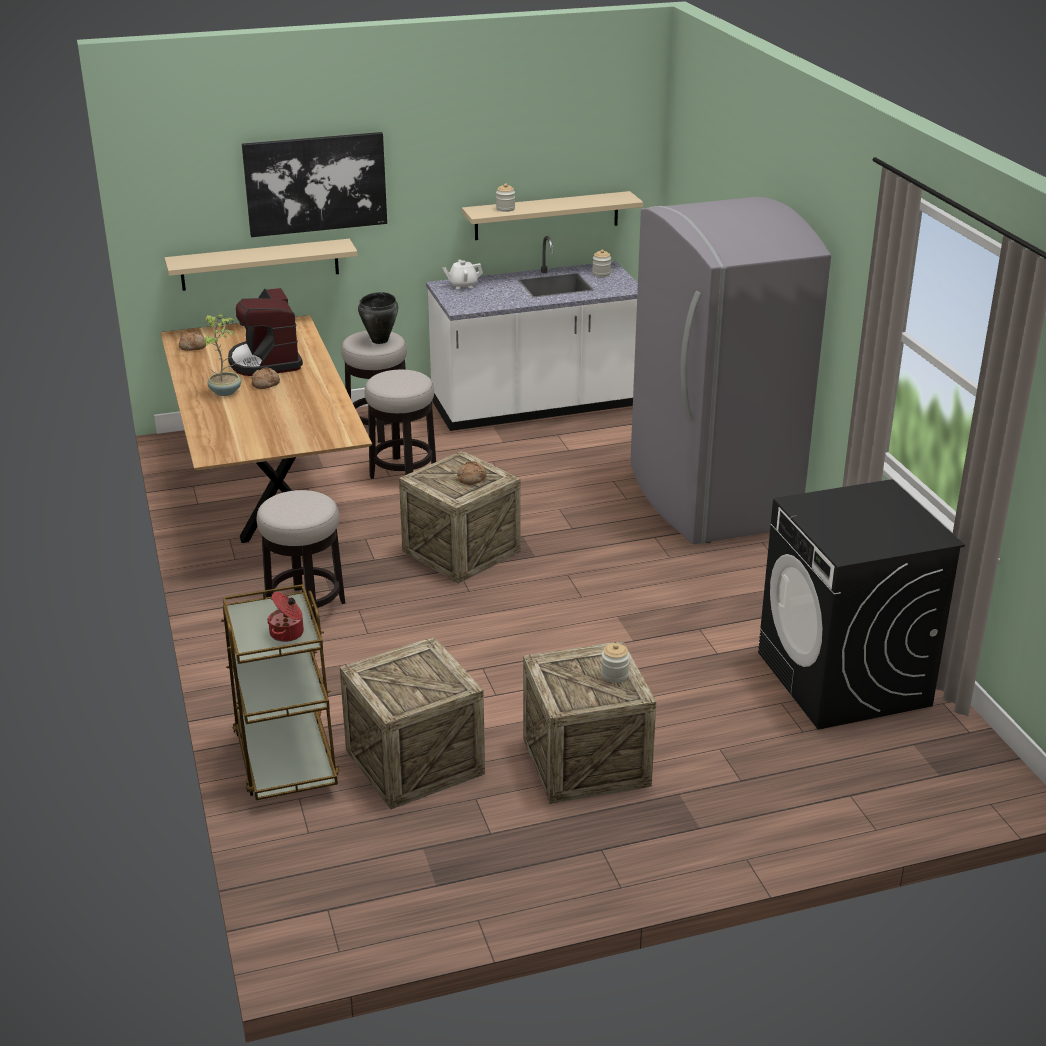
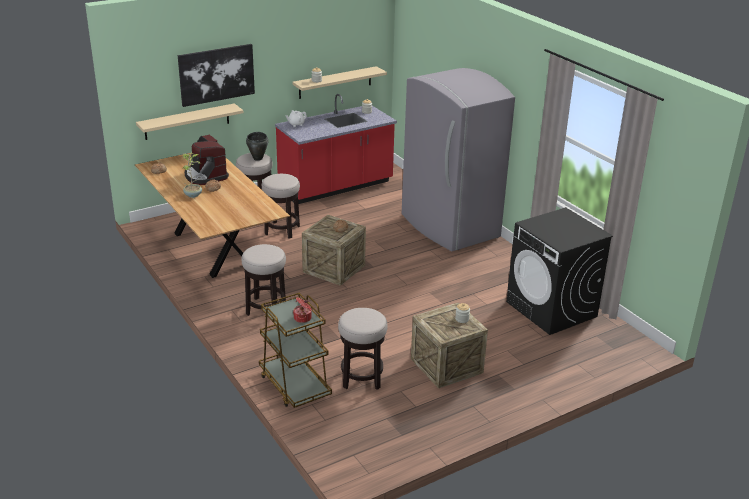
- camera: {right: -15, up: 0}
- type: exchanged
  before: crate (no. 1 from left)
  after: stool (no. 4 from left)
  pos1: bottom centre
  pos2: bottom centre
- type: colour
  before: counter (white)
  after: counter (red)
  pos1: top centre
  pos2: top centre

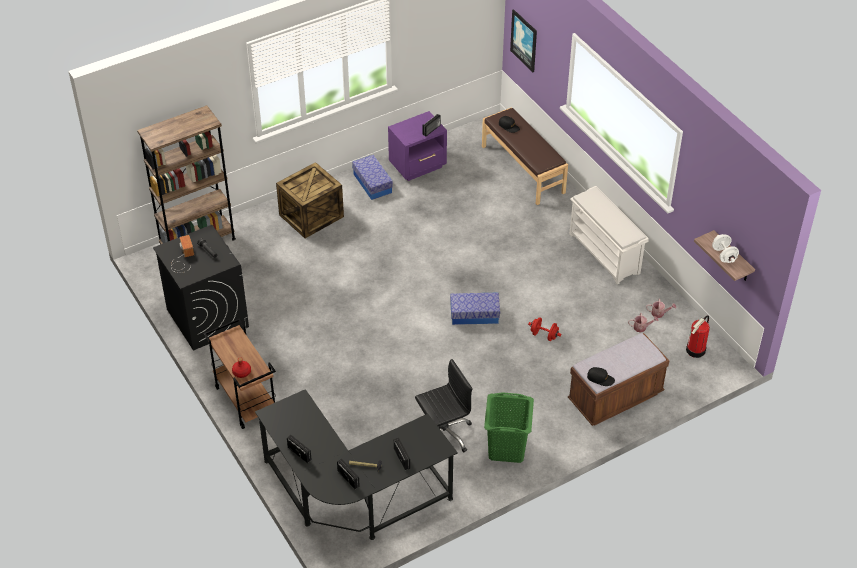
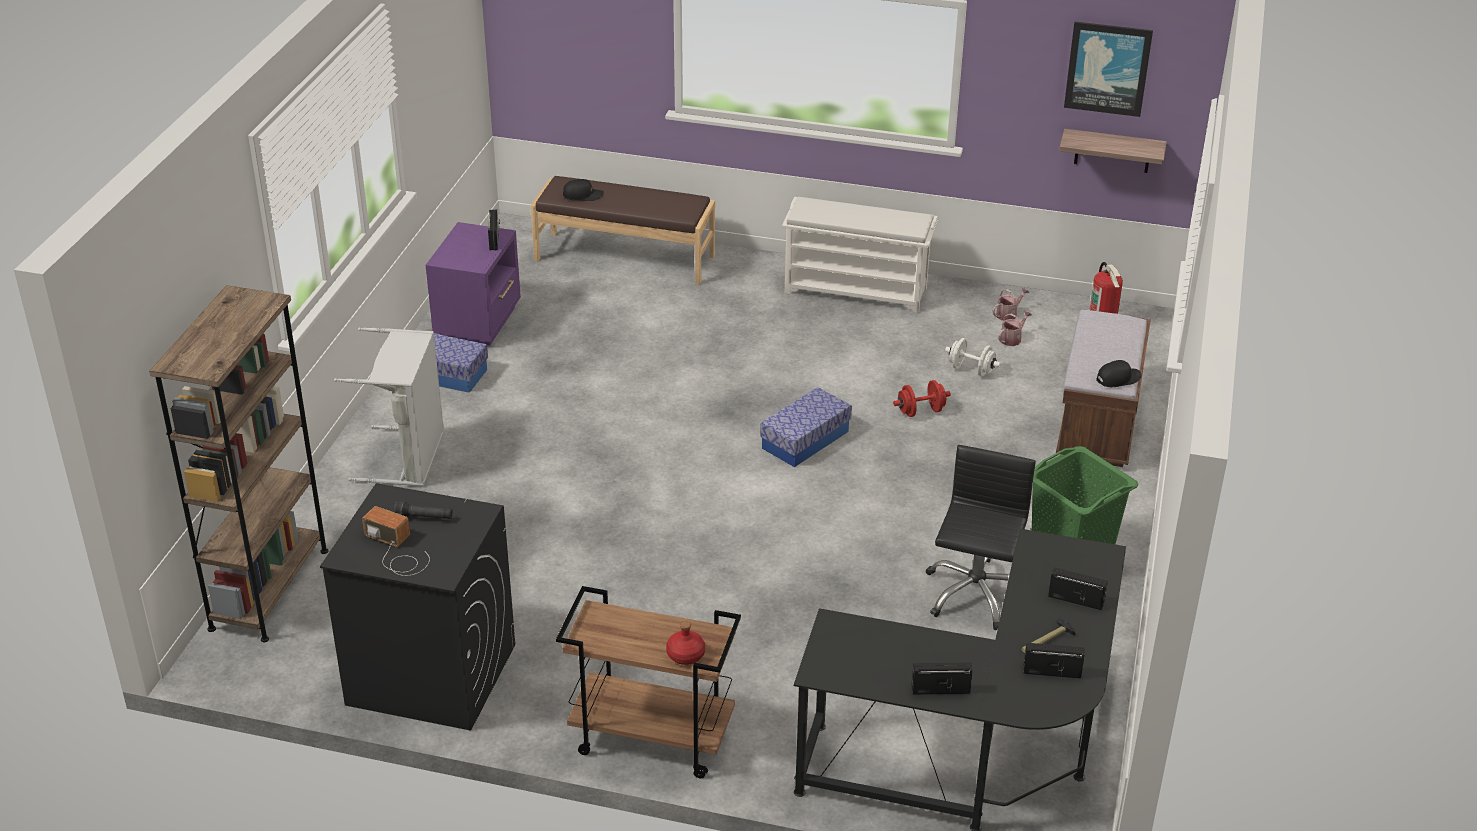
- camera: {right: -45, up: -10}
- type: relocated
  before: picture
  pos1: top centre
  pos2: top right
- type: relocated
  before: dumbbell (white)
  pos1: middle right
  pos2: centre
- type: exchanged
  before: crate
  after: laundry basket (grey)
  pos1: centre
  pos2: middle left

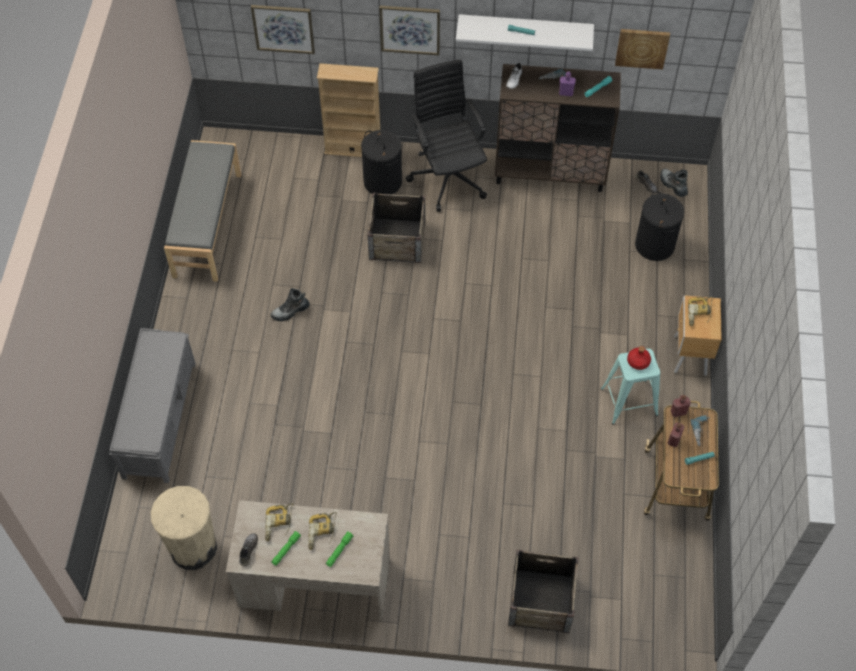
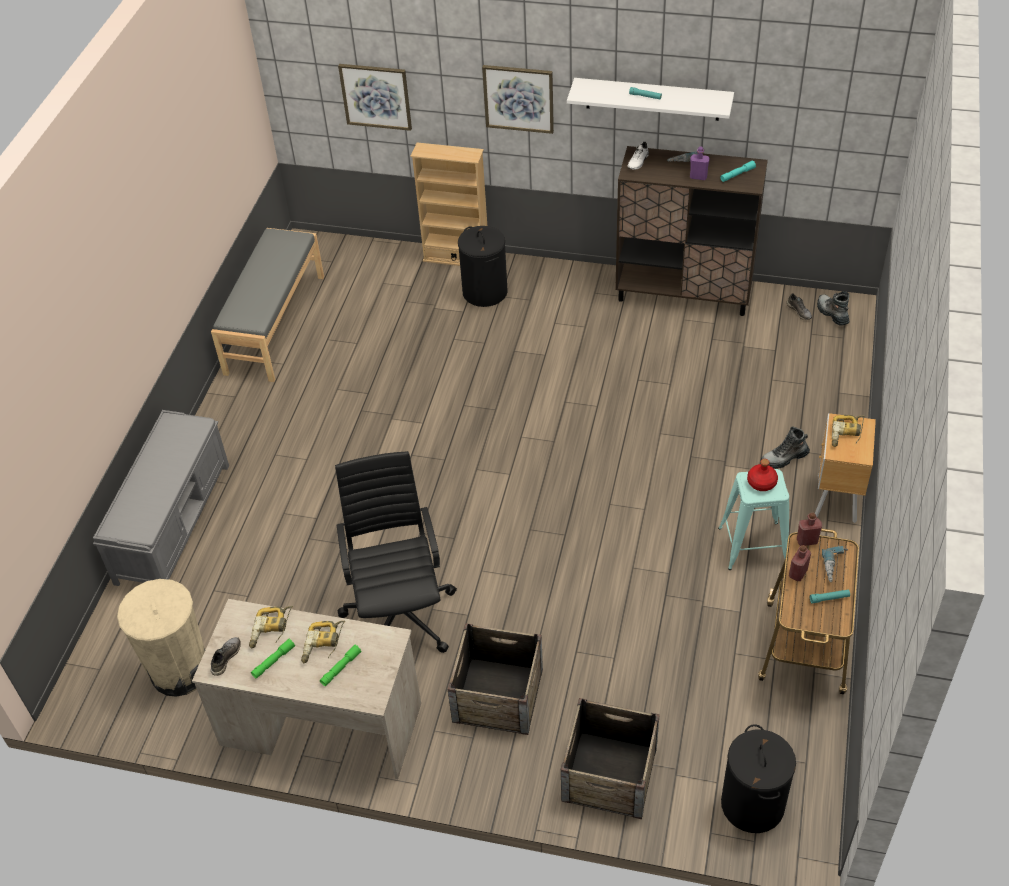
- camera: {right: 10, up: -10}
- type: missing
  before: picture (no. 3 from left)
  pos1: top right
- type: relocated
  before: boot (no. 1 from left)
  pos1: centre
  pos2: middle right
- type: relocated
  before: crate (no. 1 from left)
  pos1: centre
  pos2: bottom centre
- type: relocated
  before: office chair (black)
  pos1: top centre
  pos2: centre
- type: relocated
  before: laundry basket (black) (no. 2 from left)
  pos1: middle right
  pos2: bottom right

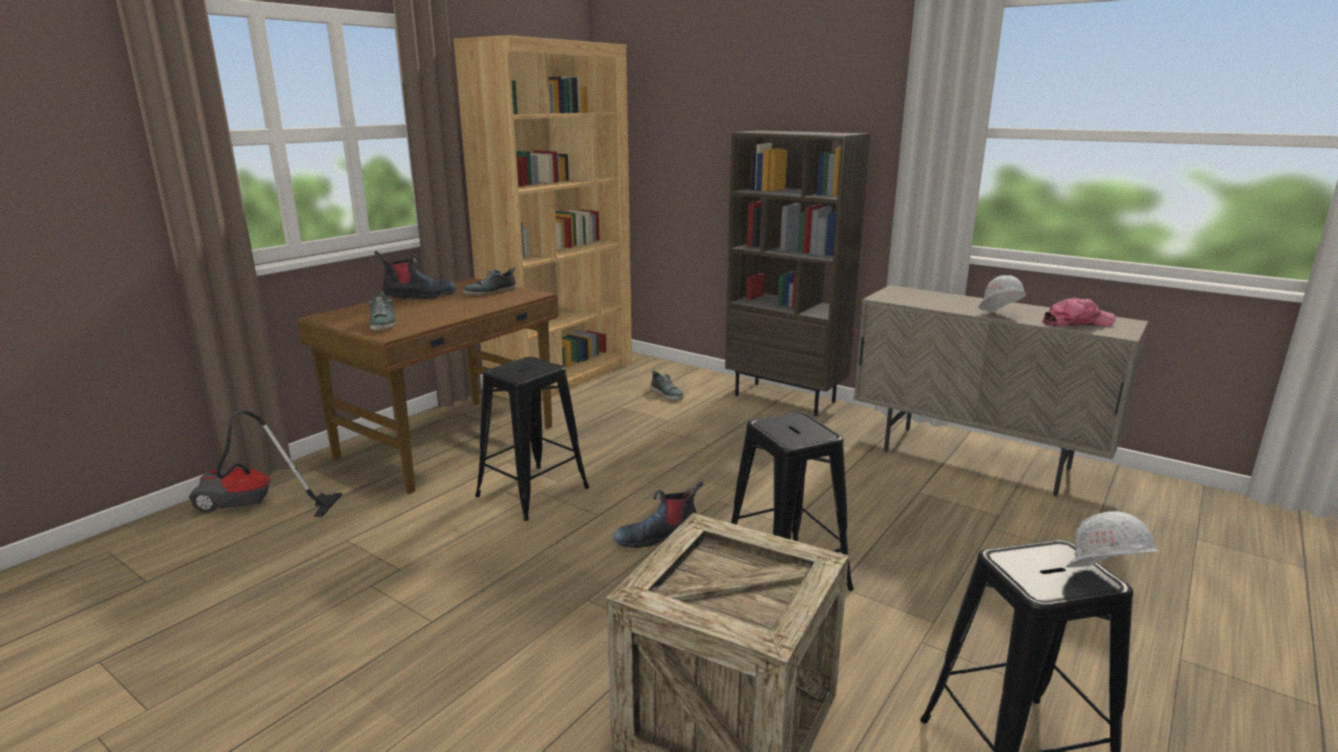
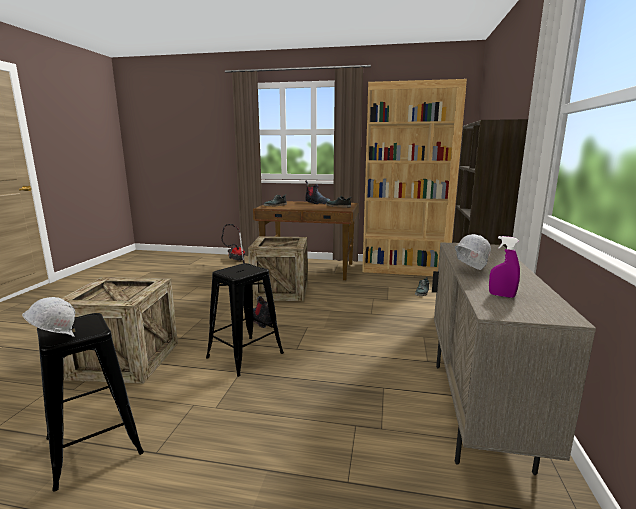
- camera: {right: 65, up: -5}
- type: exchanged
  before: stool (black) (no. 1 from left)
  after: crate (no. 2 from left)
  pos1: centre
  pos2: centre
- type: exchanged
  before: cap
  after: spray bottle (purple)
  pos1: middle right
  pos2: middle right

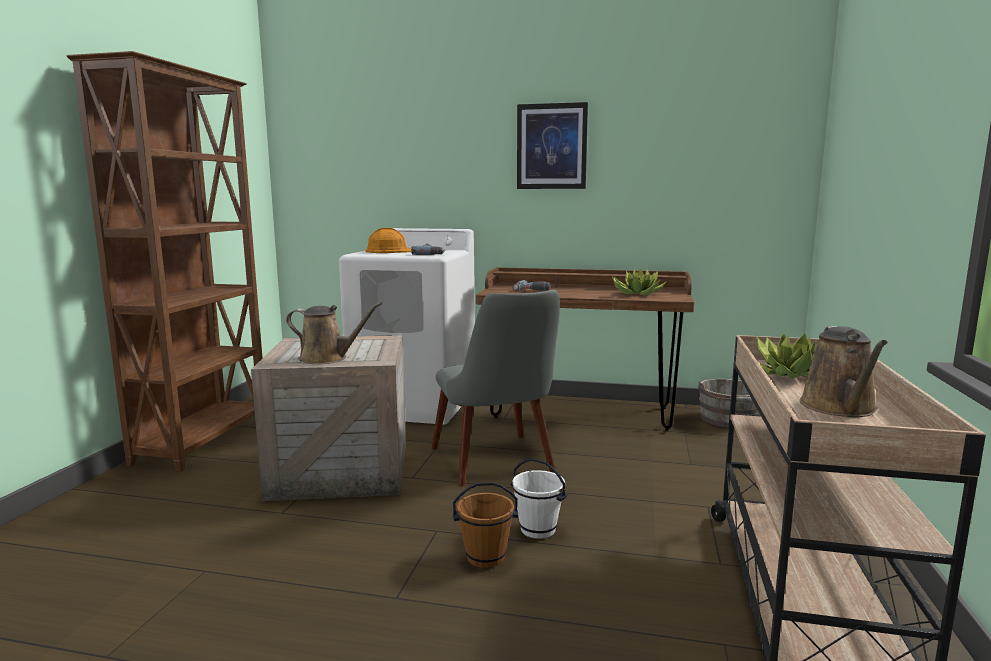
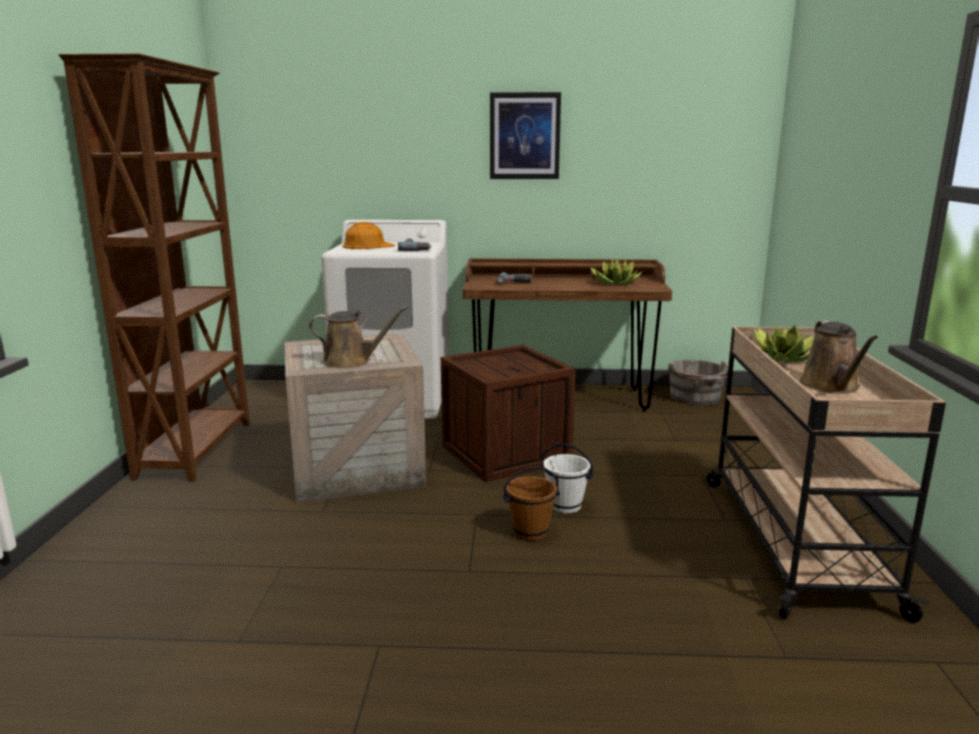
- camera: {right: -10, up: 5}
- type: exchanged
  before: chair (grey)
  after: crate (no. 2 from left)
  pos1: centre
  pos2: centre

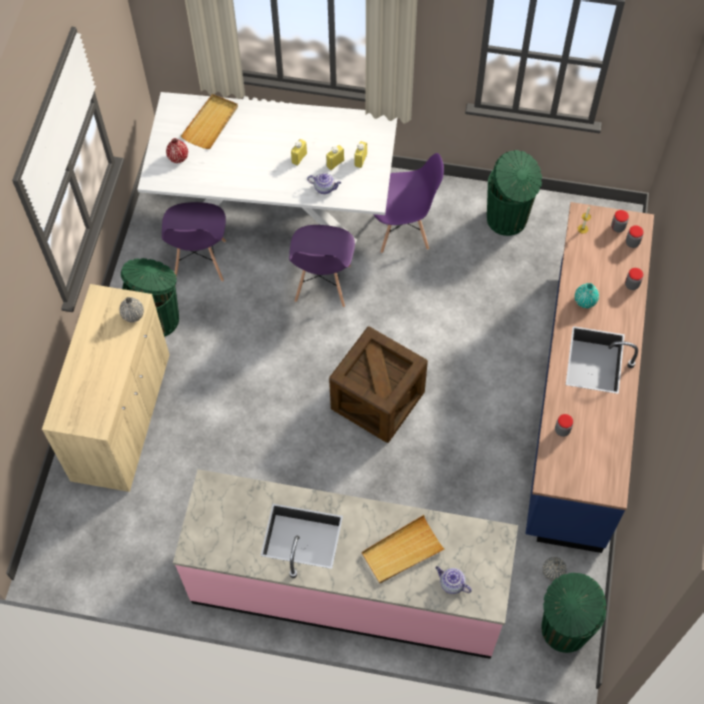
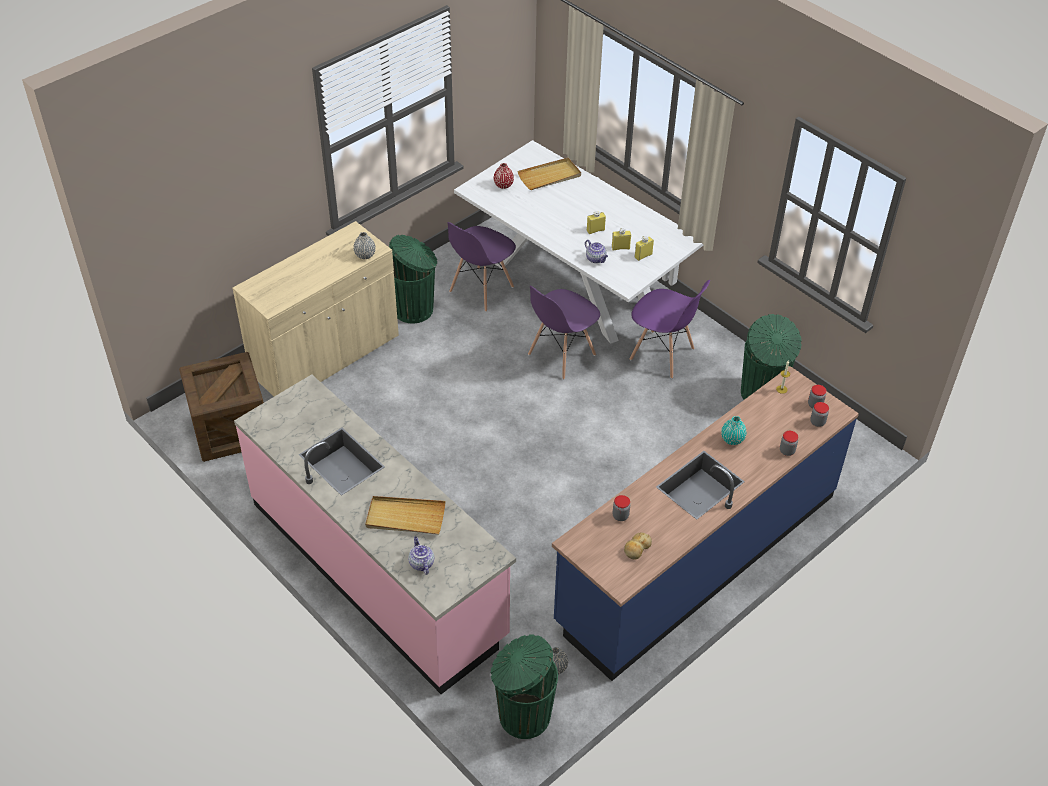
- camera: {right: 35, up: -15}
- type: appeared
  after: bread
  pos2: bottom centre
- type: relocated
  before: crate
  pos1: centre
  pos2: middle left

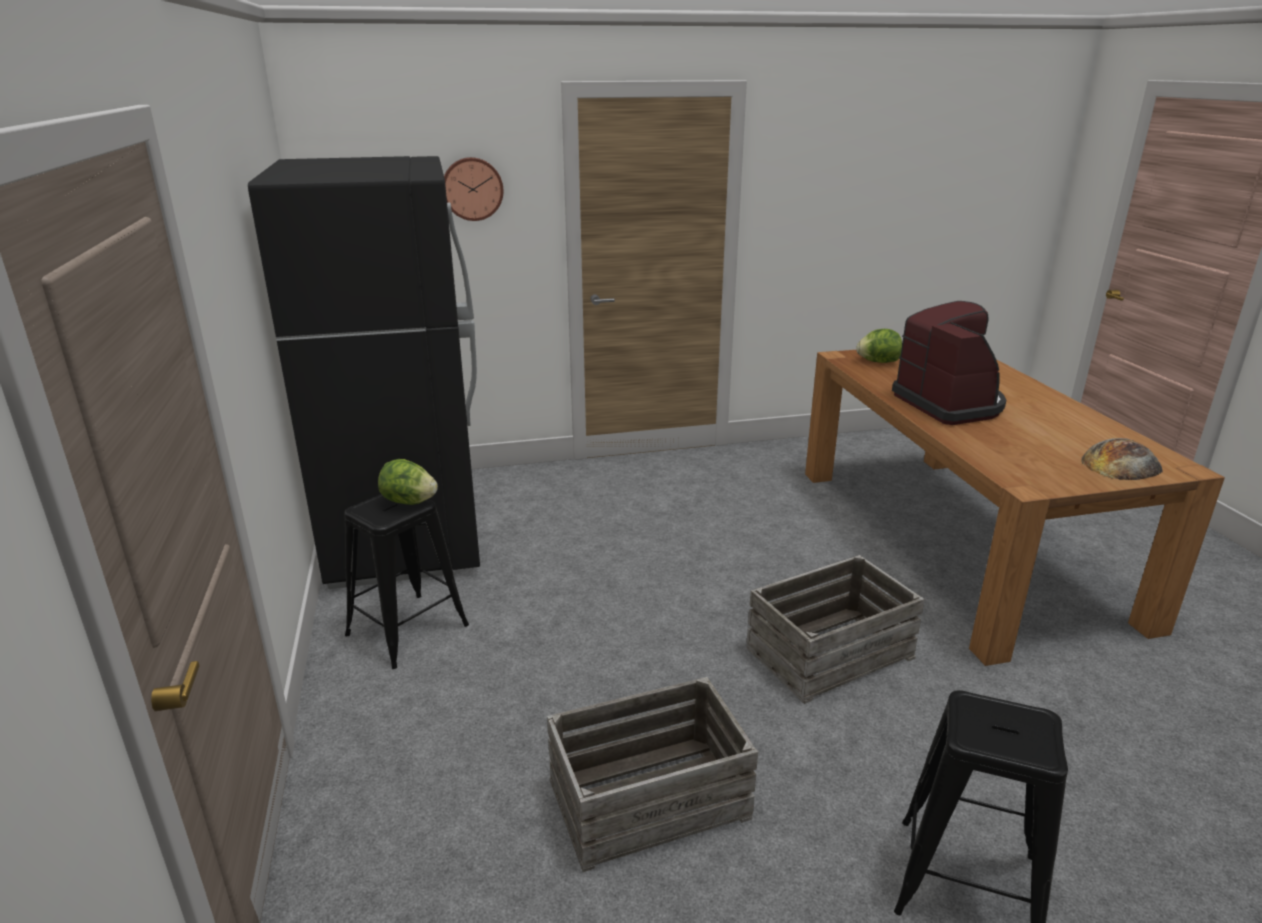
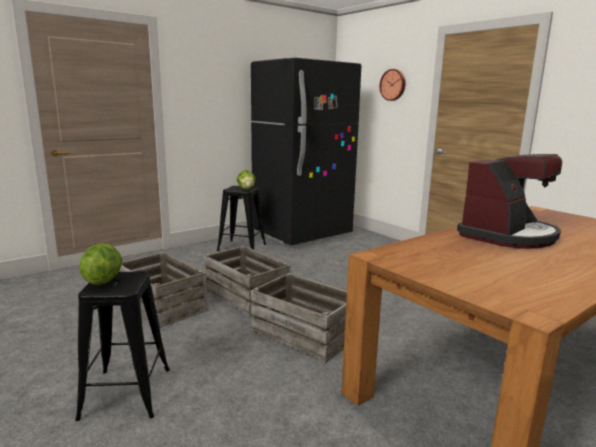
- camera: {right: 65, up: -10}
- type: missing
  before: bread
  pos1: middle right
- type: appeared
  after: crate (no. 2 from left)
  pos2: centre
- type: relocated
  before: lettuce (no. 2 from left in the first image)
  after: lettuce (no. 1 from left)
  pos1: middle right
  pos2: middle left

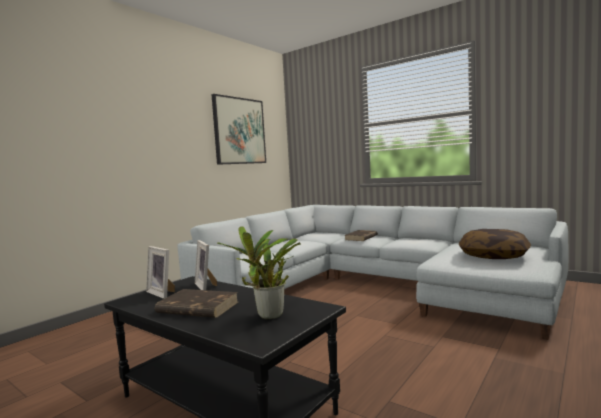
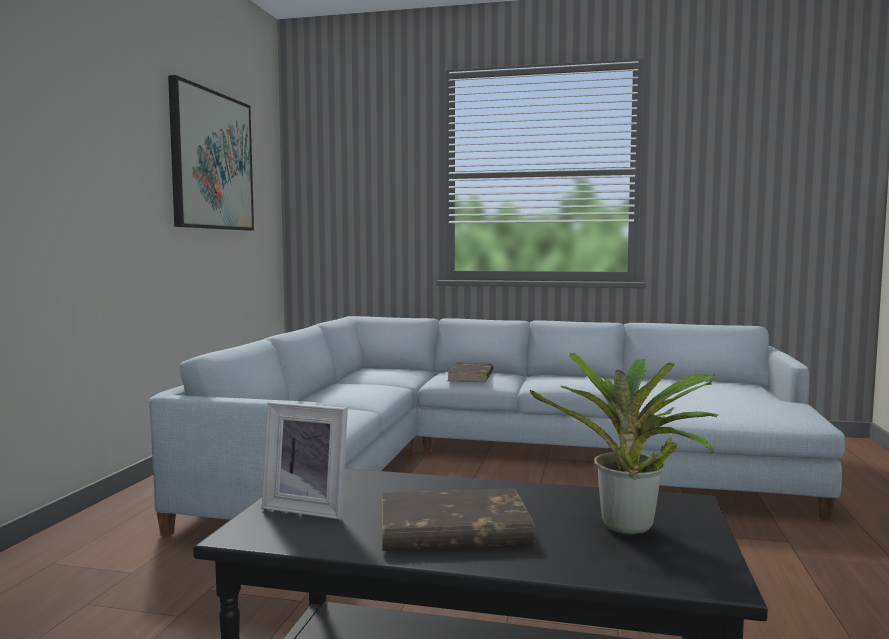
- camera: {right: -25, up: 0}
- type: missing
  before: picture frame (no. 2 from left)
  pos1: centre
- type: missing
  before: pillow
  pos1: middle right

